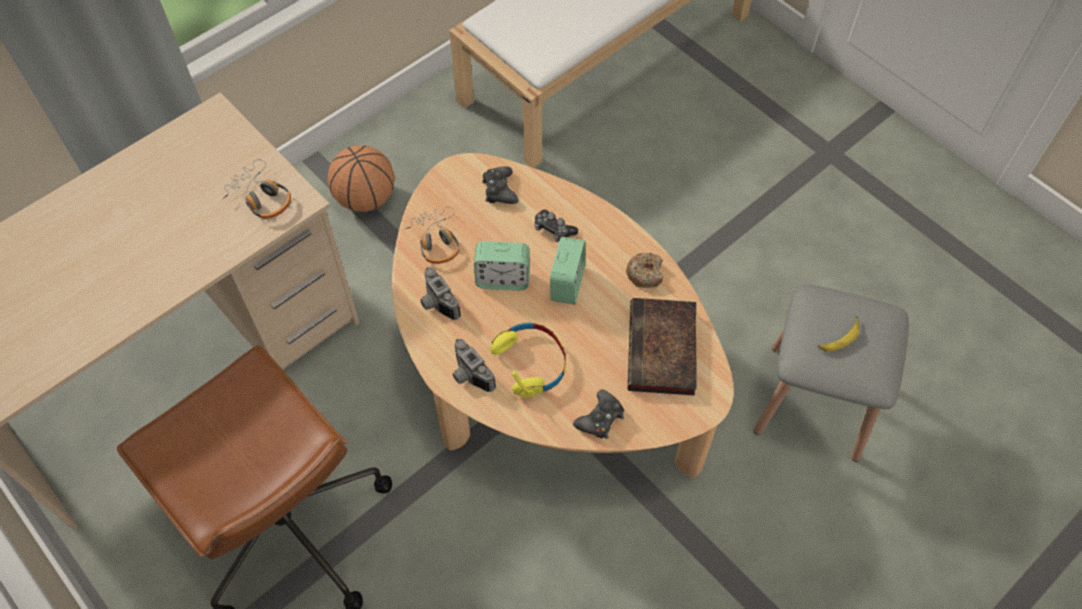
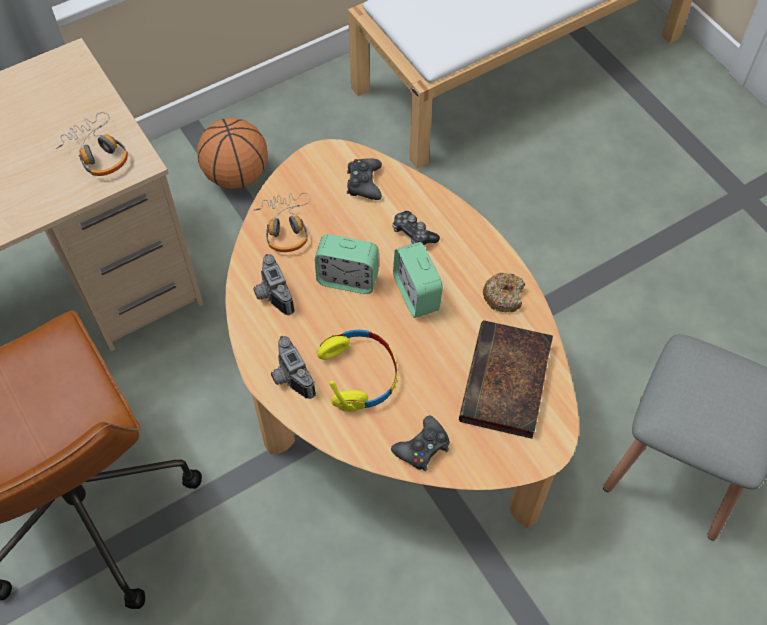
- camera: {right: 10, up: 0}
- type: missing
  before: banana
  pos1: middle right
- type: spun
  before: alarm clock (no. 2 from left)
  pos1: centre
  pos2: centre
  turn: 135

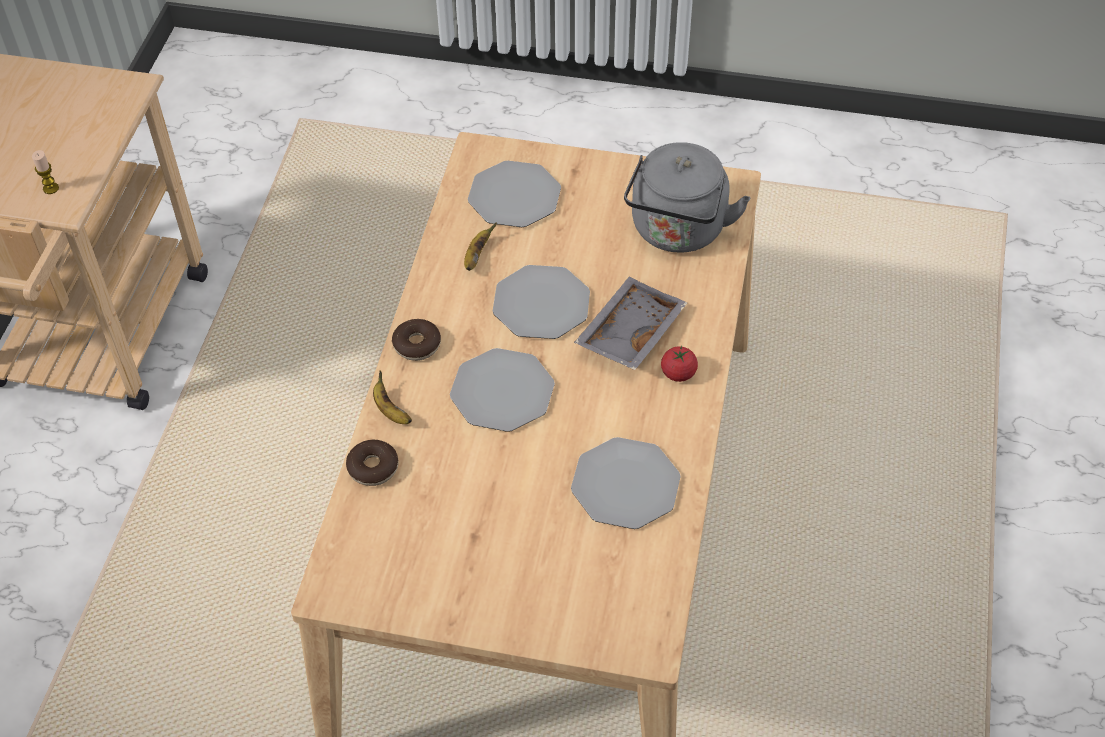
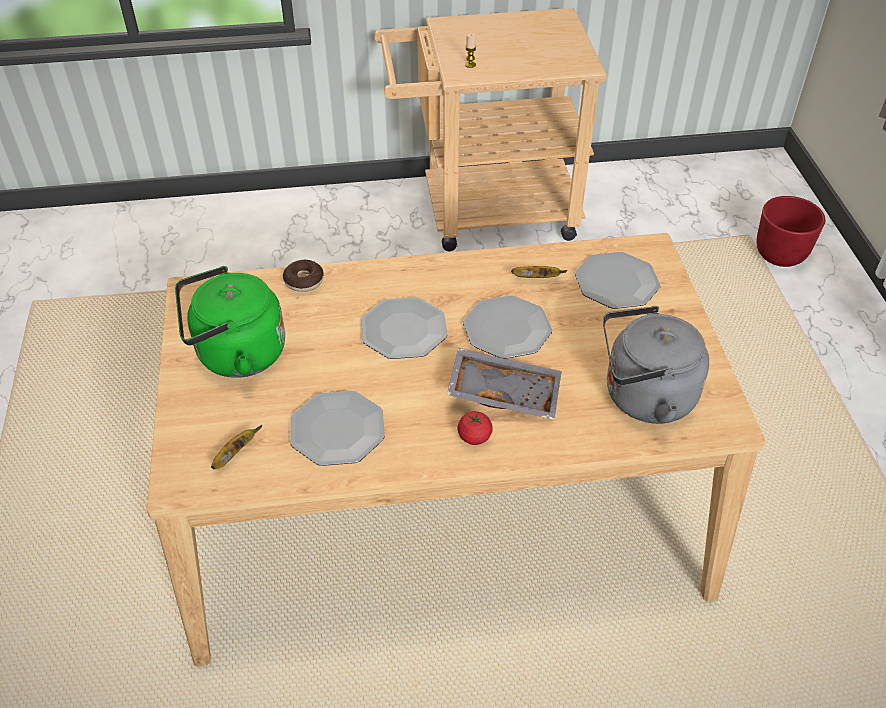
- camera: {right: 70, up: -5}
- type: missing
  before: donut (no. 2 from left)
  pos1: centre
- type: appeared
  after: kettle (green)
  pos2: middle left
- type: appeared
  after: planter (red)
  pos2: top right
- type: relocated
  before: banana (no. 1 from left)
  pos1: centre
  pos2: middle left

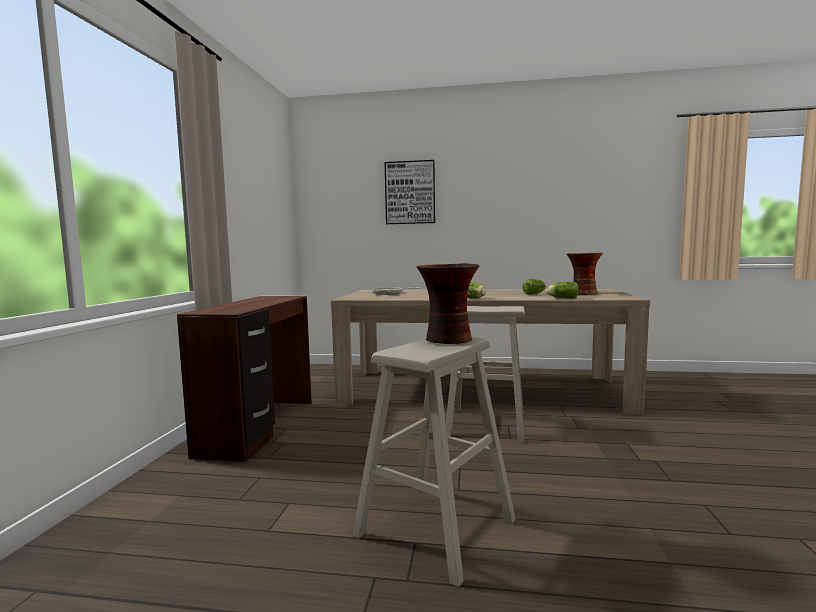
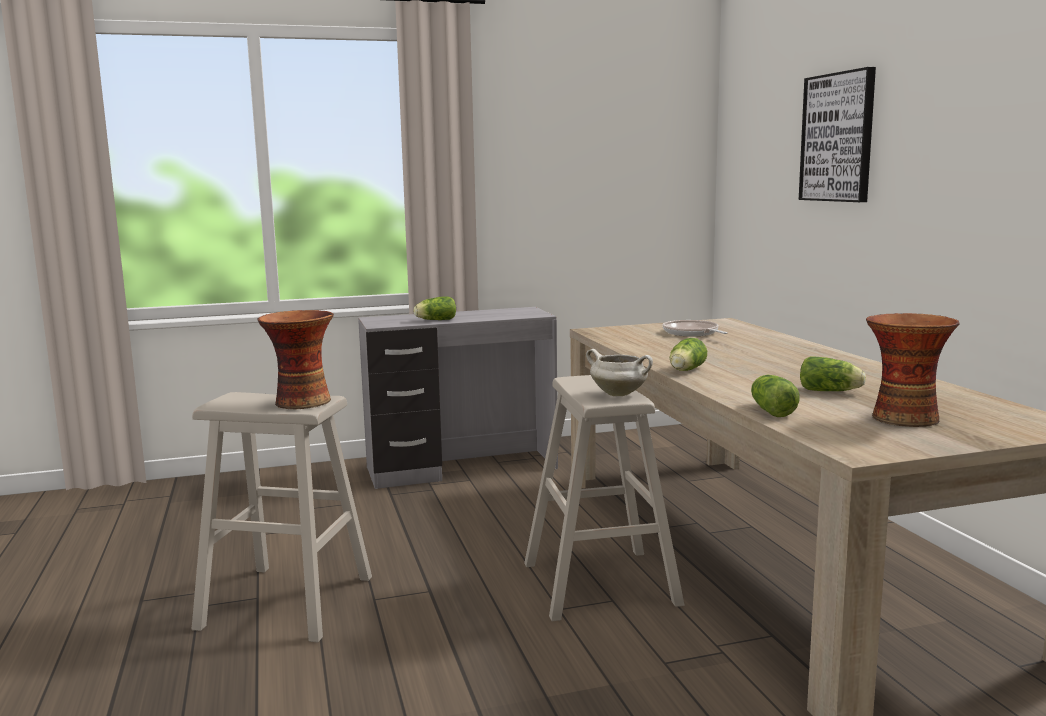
- camera: {right: 65, up: 5}
- type: appeared
  after: lettuce (no. 1 from left)
  pos2: centre
- type: appeared
  after: cooking pot (white)
  pos2: centre
- type: colour
  before: desk (brown)
  after: desk (grey)
  pos1: middle left
  pos2: centre

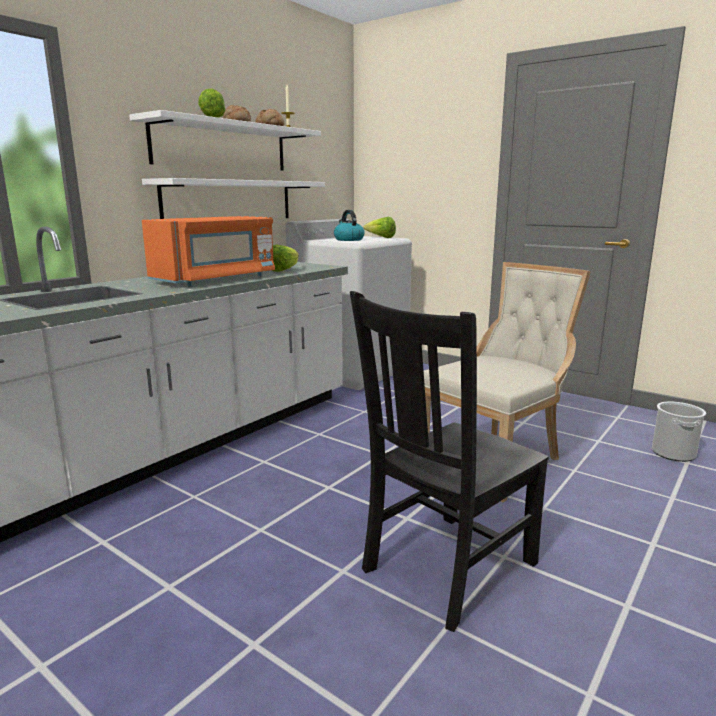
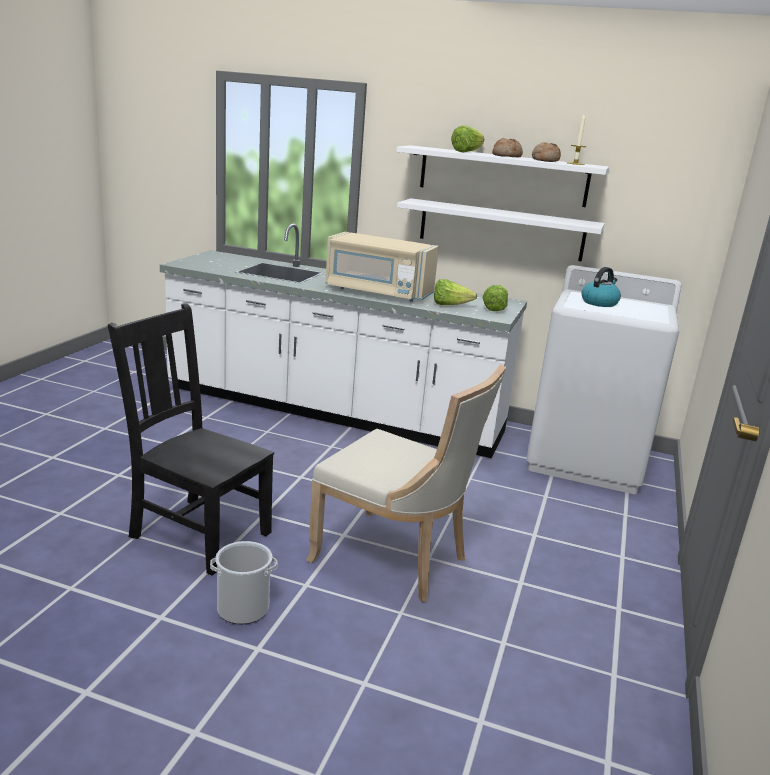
- camera: {right: 70, up: 5}
- type: relocated
  before: lettuce (no. 3 from left)
  pos1: top centre
  pos2: centre
- type: relocated
  before: bucket
  pos1: middle right
  pos2: bottom left
- type: colour
  before: microwave (orange)
  after: microwave (beige)
  pos1: middle left
  pos2: centre

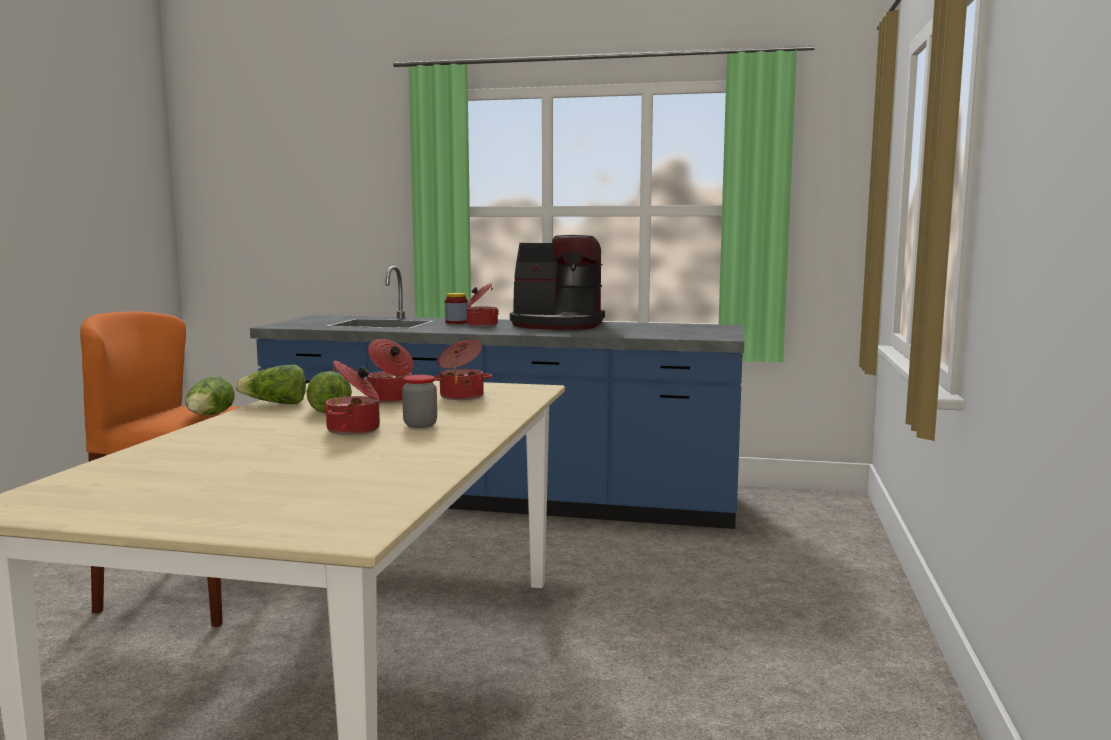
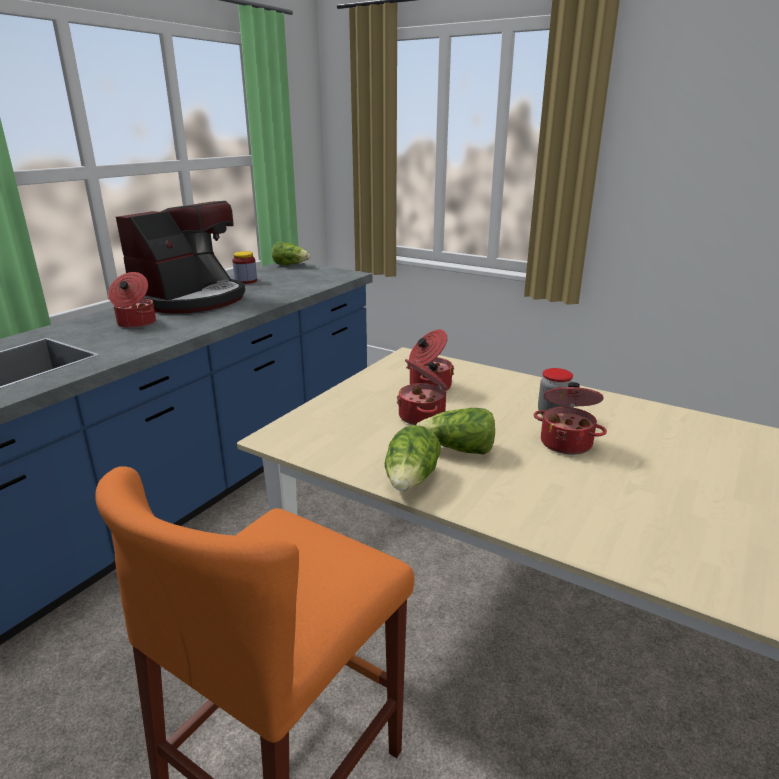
- camera: {right: -70, up: 15}
- type: relocated
  before: lettuce (no. 1 from left)
  pos1: middle left
  pos2: top centre
- type: relocated
  before: jar (no. 2 from left in the first image)
  after: jar (no. 1 from left)
  pos1: centre
  pos2: middle left

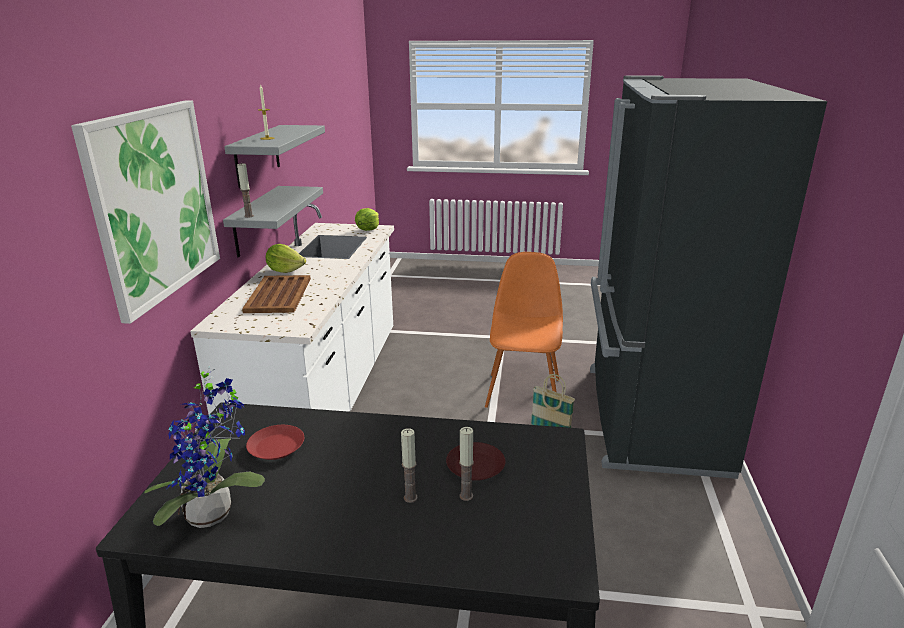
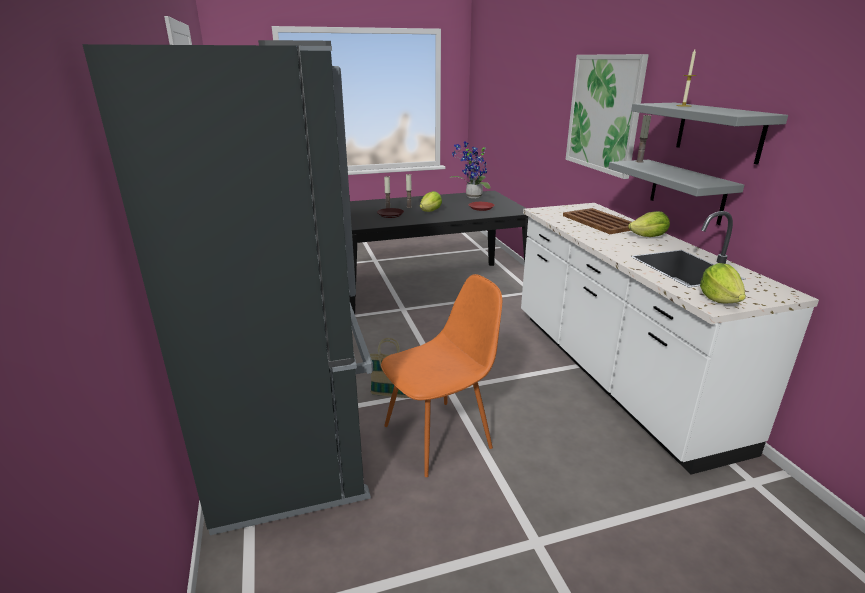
- camera: {right: 155, up: 0}
- type: appeared
  after: lettuce (no. 1 from left)
  pos2: centre
- type: spun
  before: chair (orange)
  pos1: centre
  pos2: centre
  turn: -105

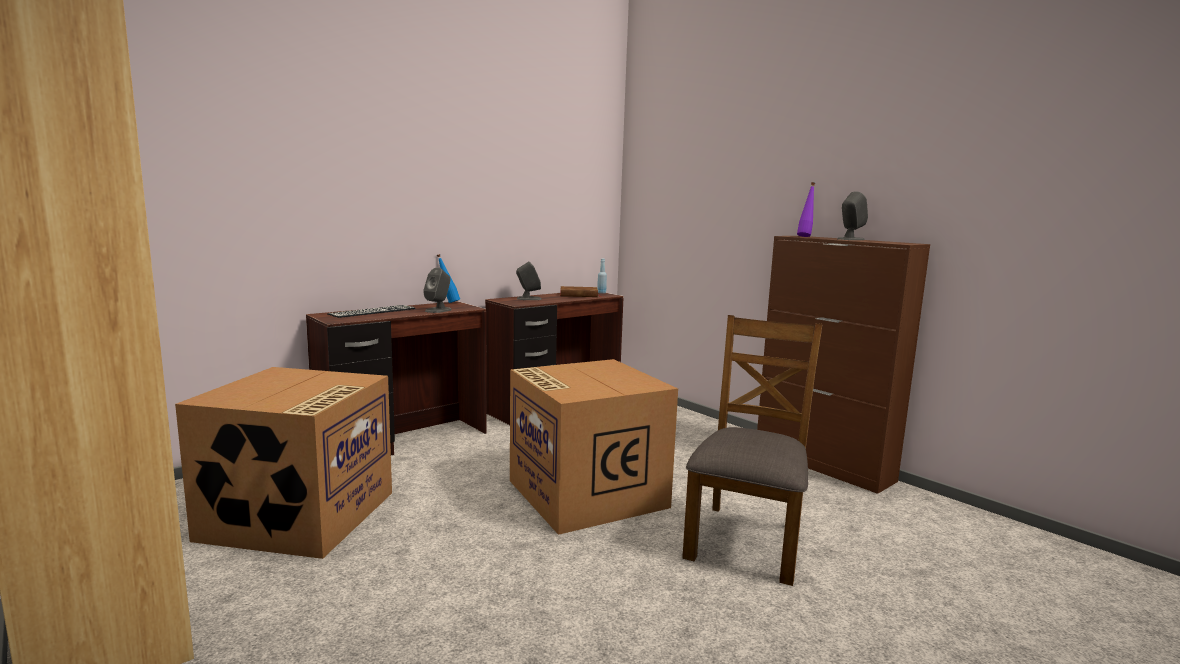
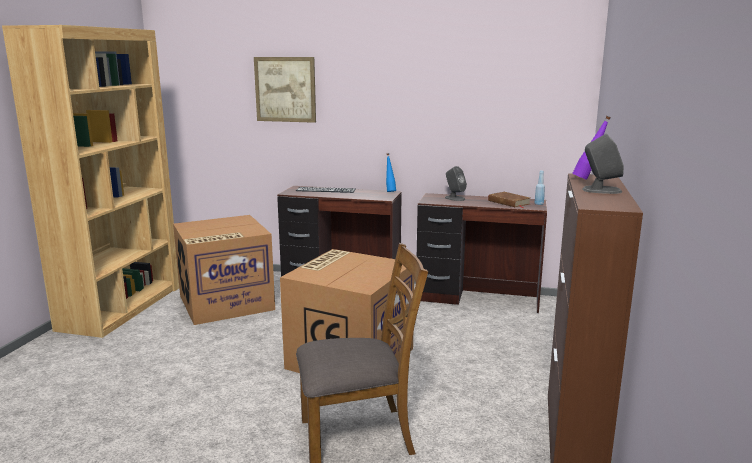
- camera: {right: 55, up: 5}
- type: missing
  before: speaker (grey) (no. 1 from left)
  pos1: centre
- type: appeared
  after: picture
  pos2: top centre

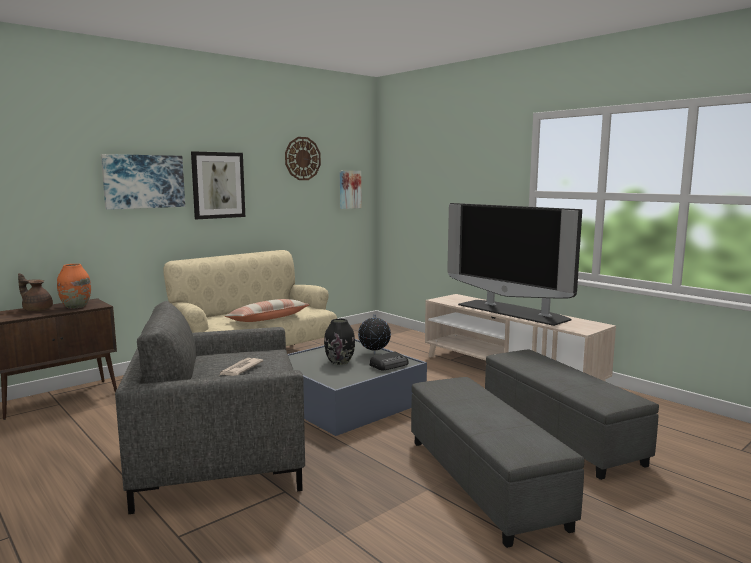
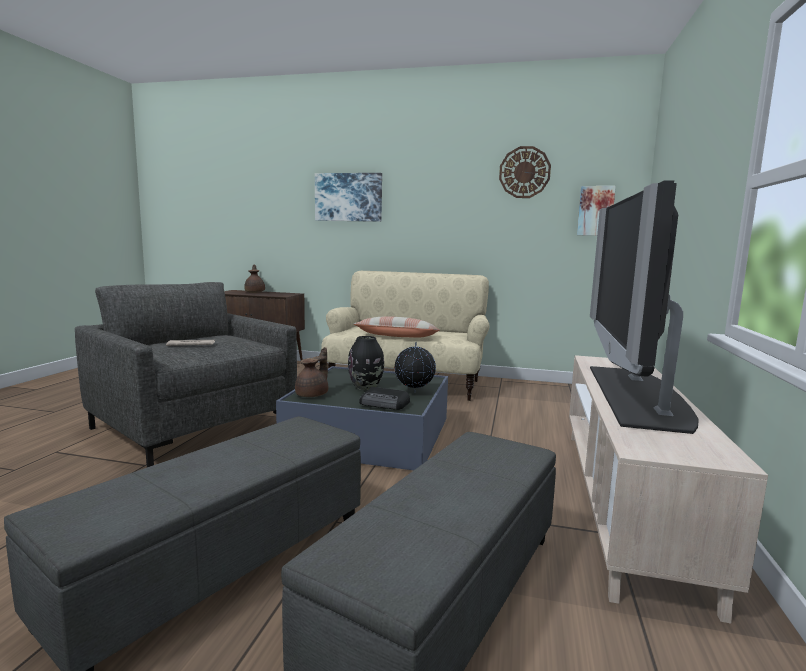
- camera: {right: 55, up: 0}
- type: missing
  before: vase (orange)
  pos1: middle left
- type: missing
  before: picture (no. 2 from left)
  pos1: top left
- type: appeared
  after: teapot (brown) (no. 2 from left)
  pos2: centre

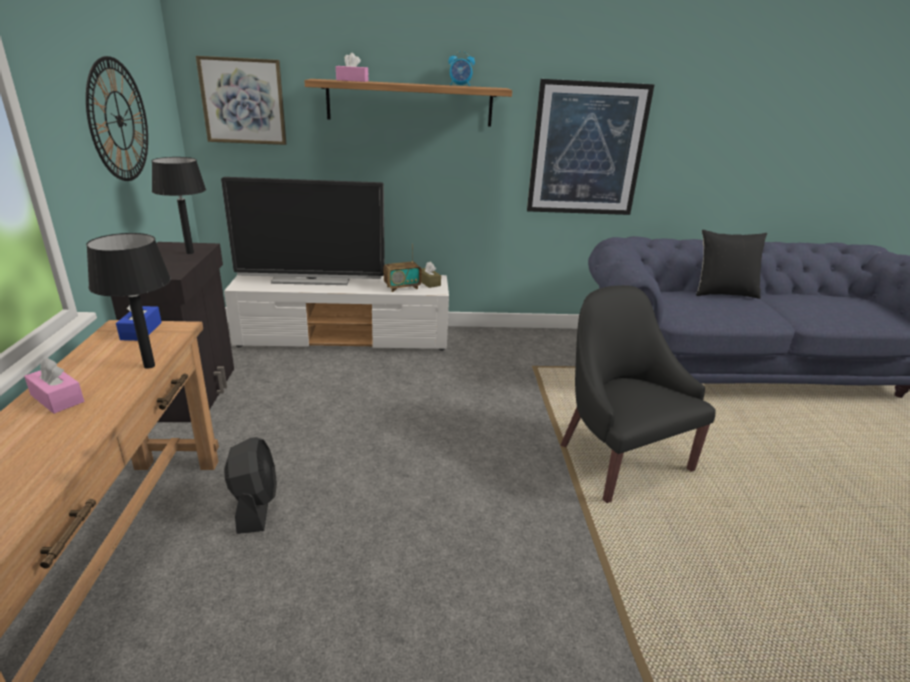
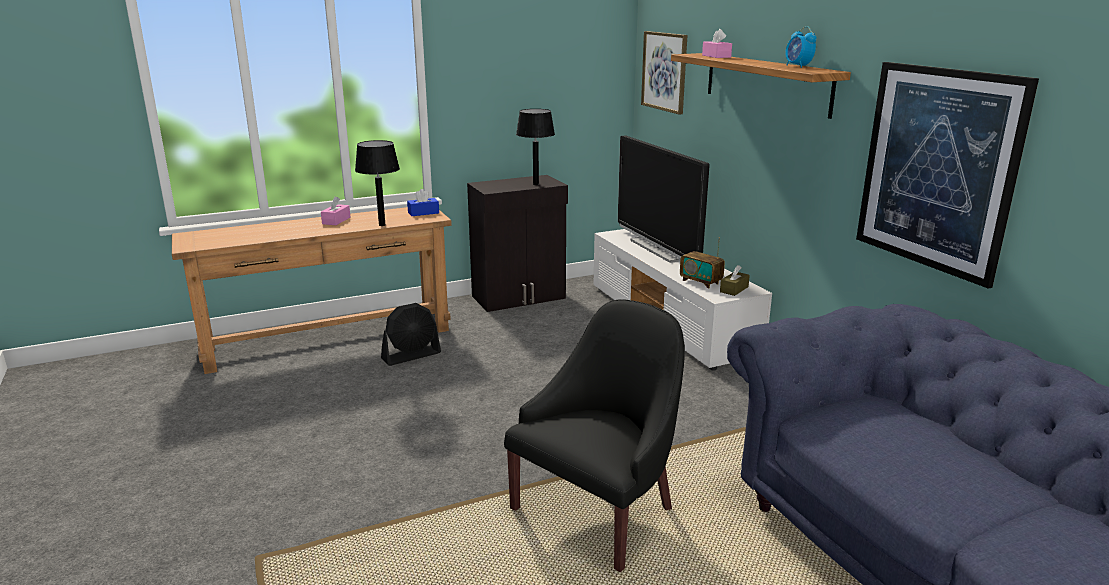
- camera: {right: 70, up: -5}
- type: missing
  before: wall clock
  pos1: top left
- type: missing
  before: pillow (black)
  pos1: middle right

